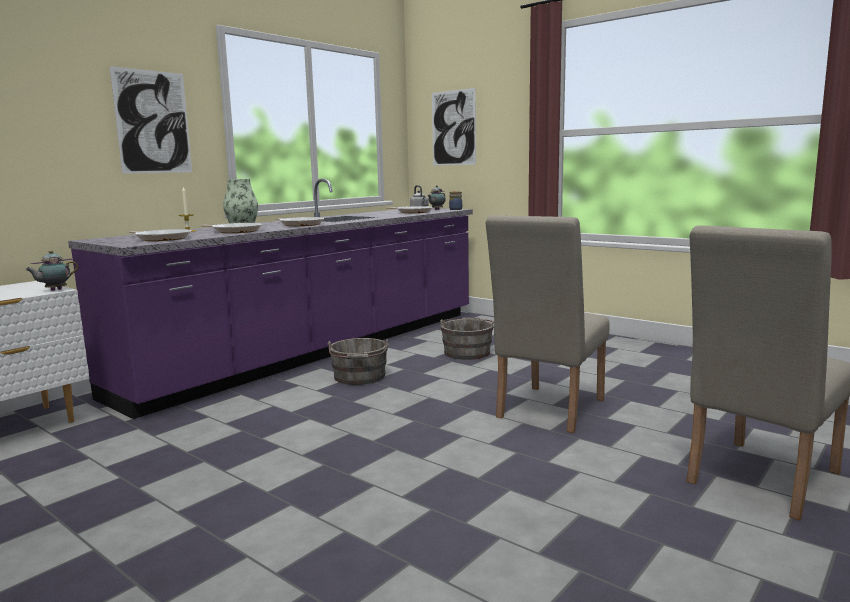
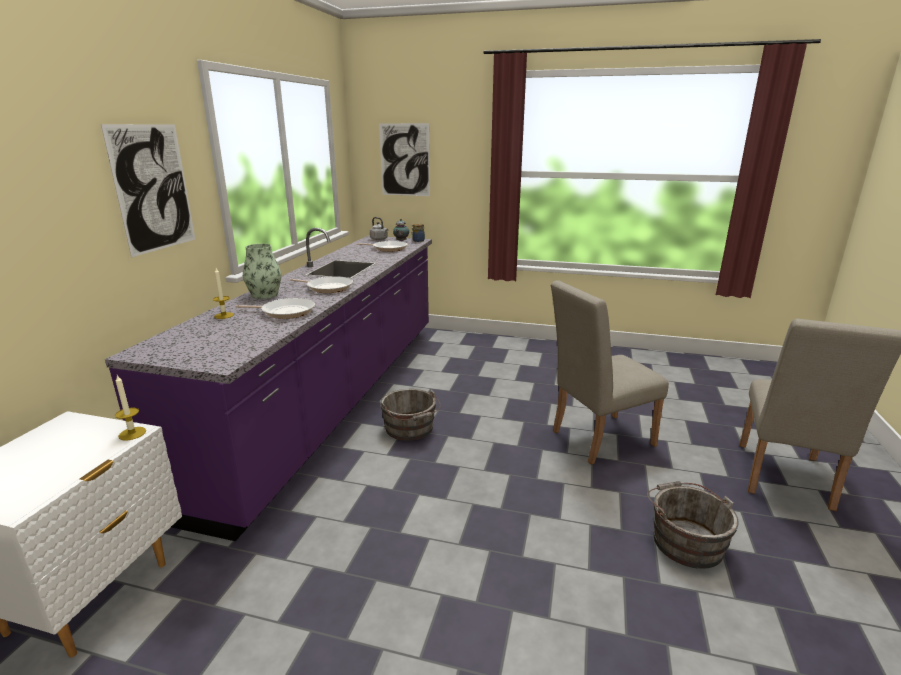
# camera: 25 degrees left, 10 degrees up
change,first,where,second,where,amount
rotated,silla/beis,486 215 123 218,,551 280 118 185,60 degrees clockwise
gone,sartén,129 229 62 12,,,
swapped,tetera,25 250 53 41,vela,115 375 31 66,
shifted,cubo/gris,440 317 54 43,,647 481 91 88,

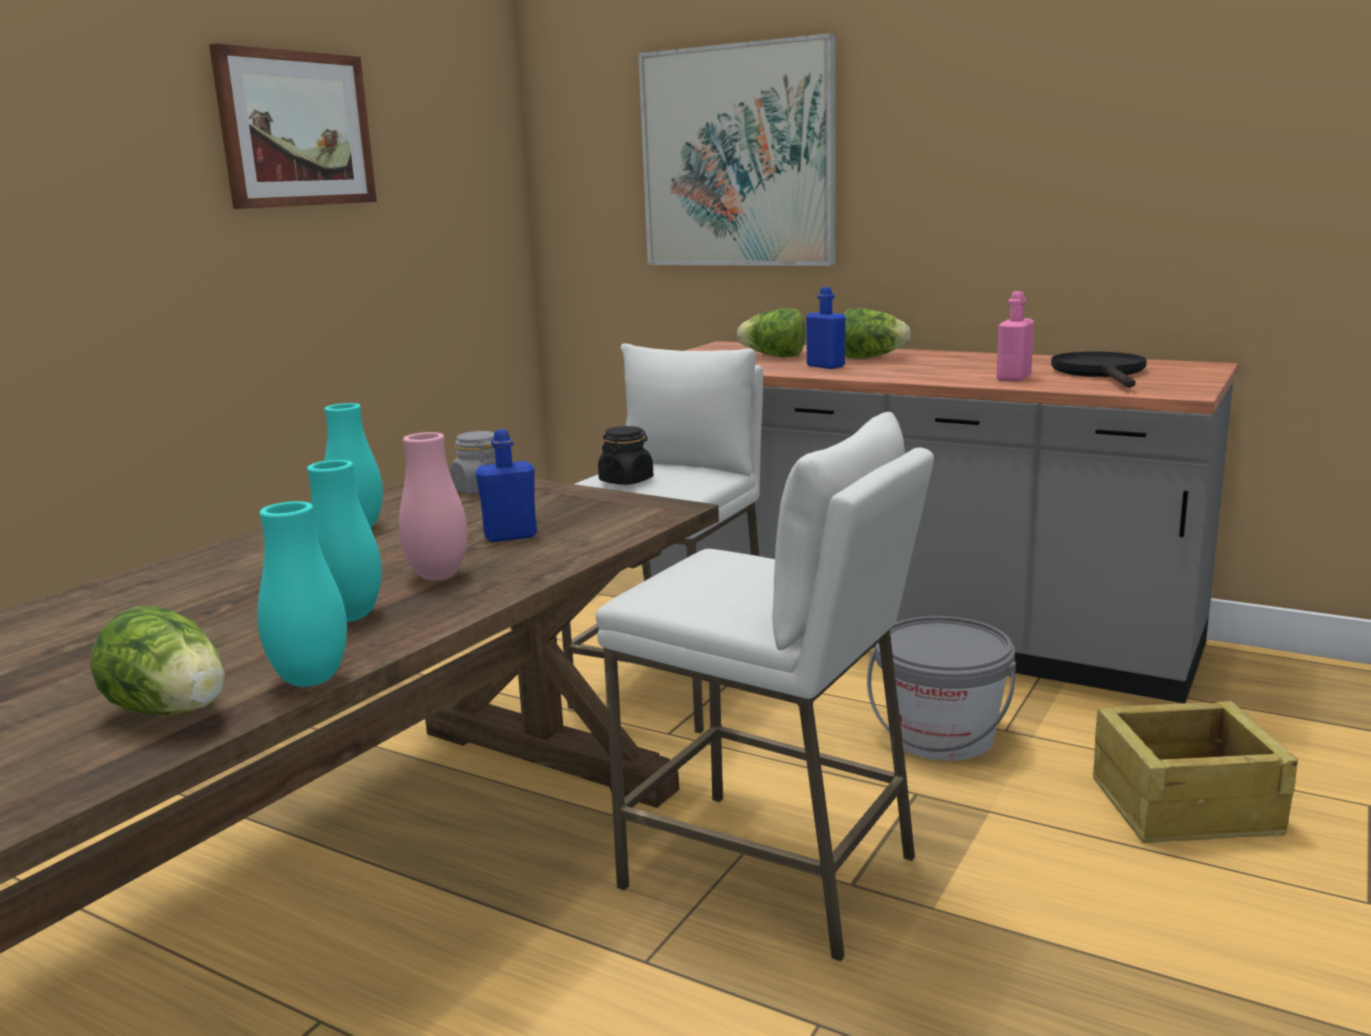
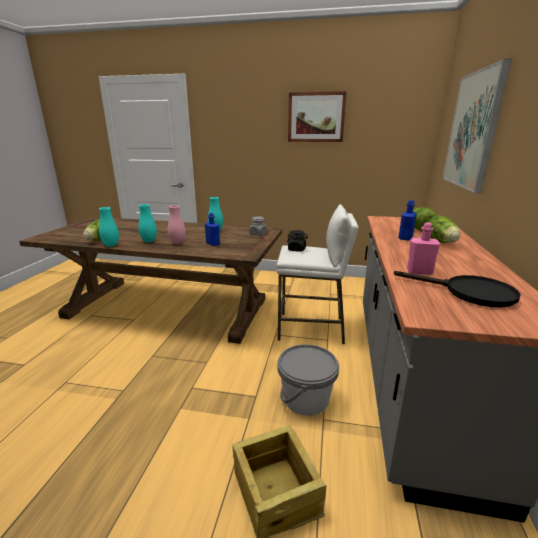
# camera: 70 degrees right, 5 degrees up
change,first,where,second,where,amount
rotated,sartén/negro,1051 352 96 36,,394 271 127 36,45 degrees clockwise
gone,taburete/blanco,596 412 338 549,,,

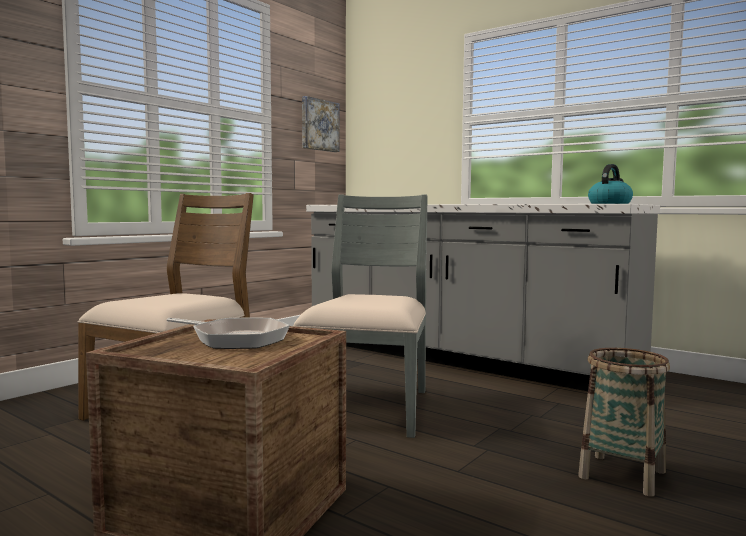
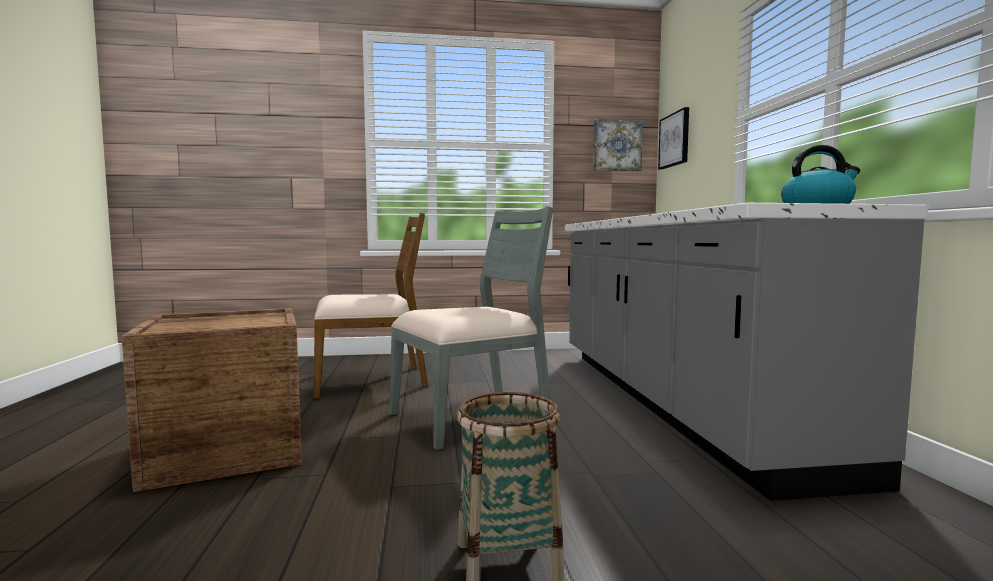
# camera: 45 degrees right, 0 degrees up
change,first,where,second,where,amount
gone,sartén,167 318 123 31,,,
new,,,cuadro,658 107 31 62,

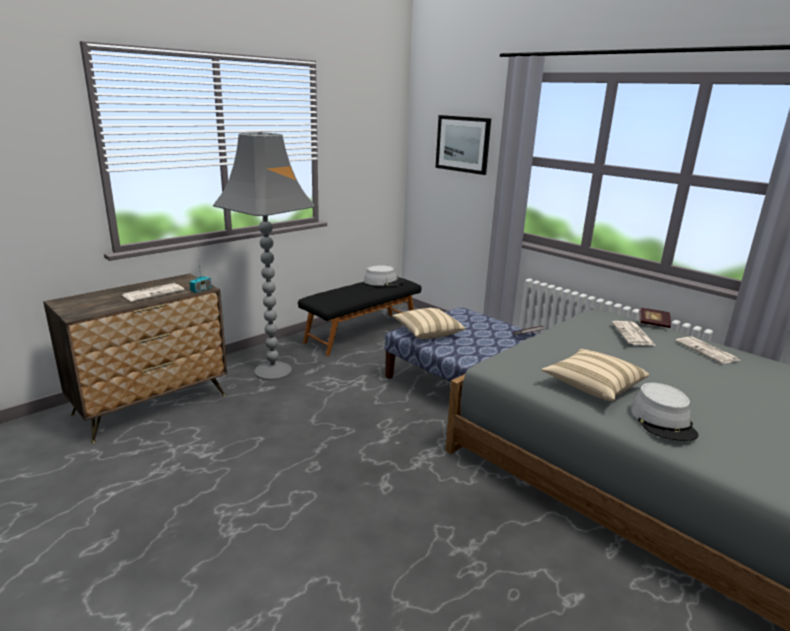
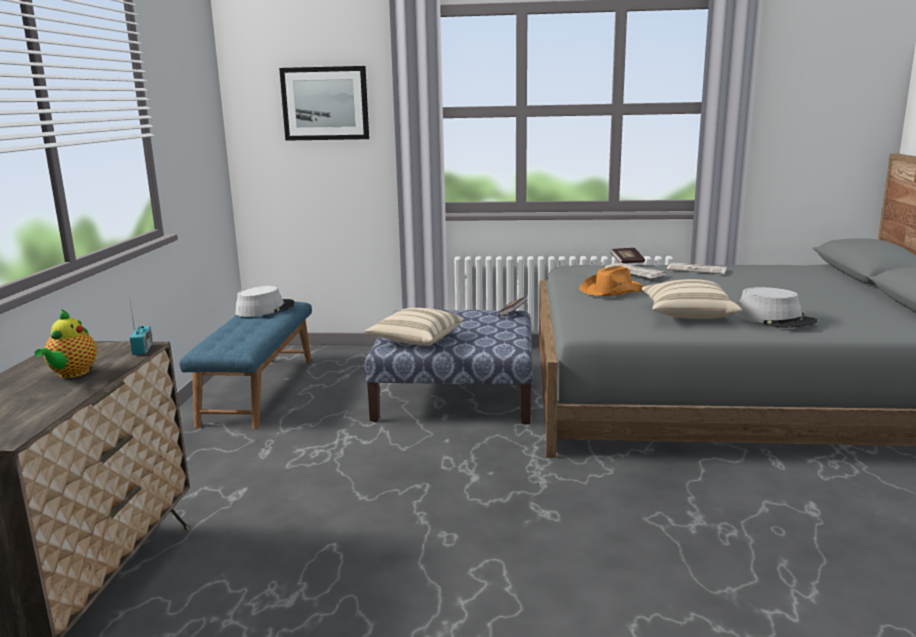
# camera: 40 degrees left, 5 degrees down
change,first,where,second,where,amount
gone,lámpara de pie/gris,213 132 101 248,,,
repainted,banco/negro,298 277 123 79,banco/azul,179 301 133 128,
swapped,periódico,122 283 63 19,tetera,35 309 62 69,
new,,,sombrero/naranja,579 265 65 31,

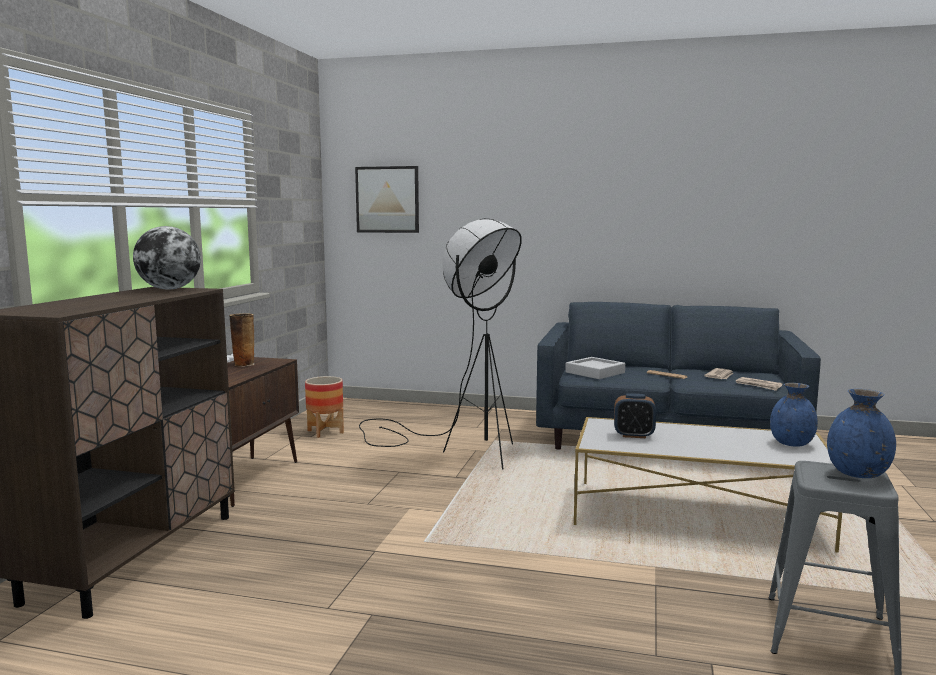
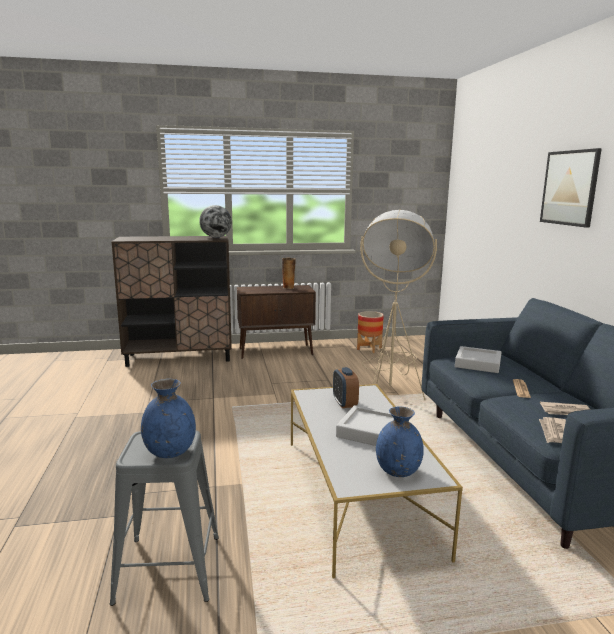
# camera: 65 degrees right, 5 degrees up
change,first,where,second,where,amount
shifted,cuadro,355 166 64 67,,540 148 62 80,
repainted,lámpara de pie/negro,359 219 163 250,lámpara de pie/beis,360 209 77 191,
new,,,bandeja/gris,336 405 58 41,

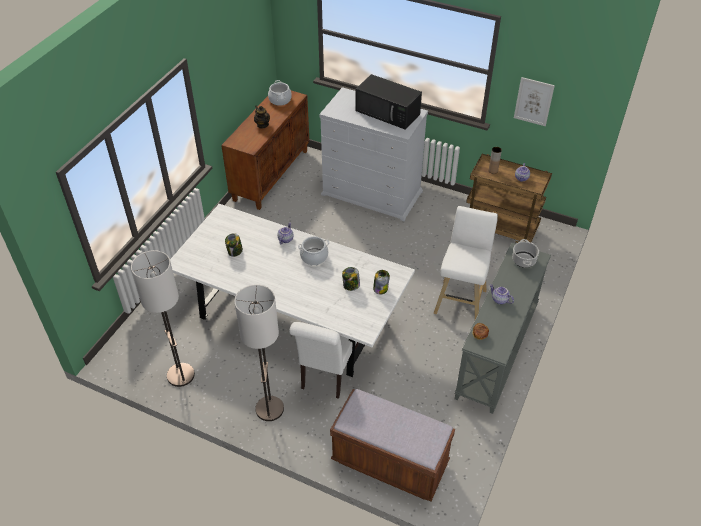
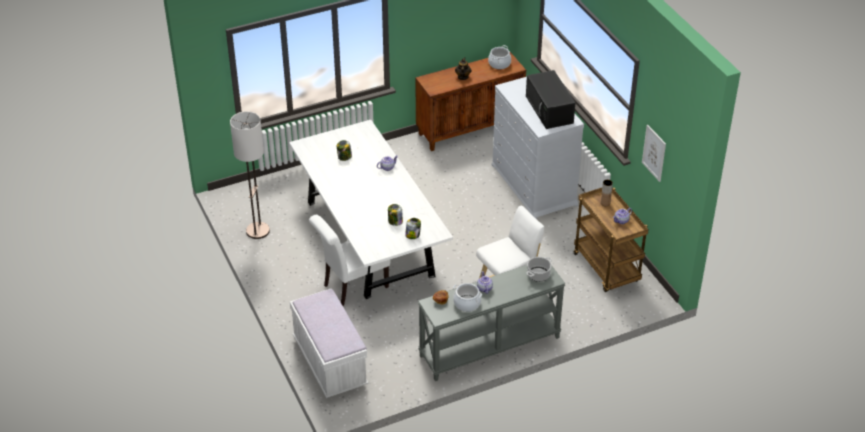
# camera: 40 degrees right, 5 degrees down
change,first,where,second,where,amount
shifted,olla,298 236 31 29,,453 283 29 29,
gone,lámpara de pie,234 284 50 137,,,
repainted,banco/marrón,330 389 125 113,banco/blanco,290 289 78 109,

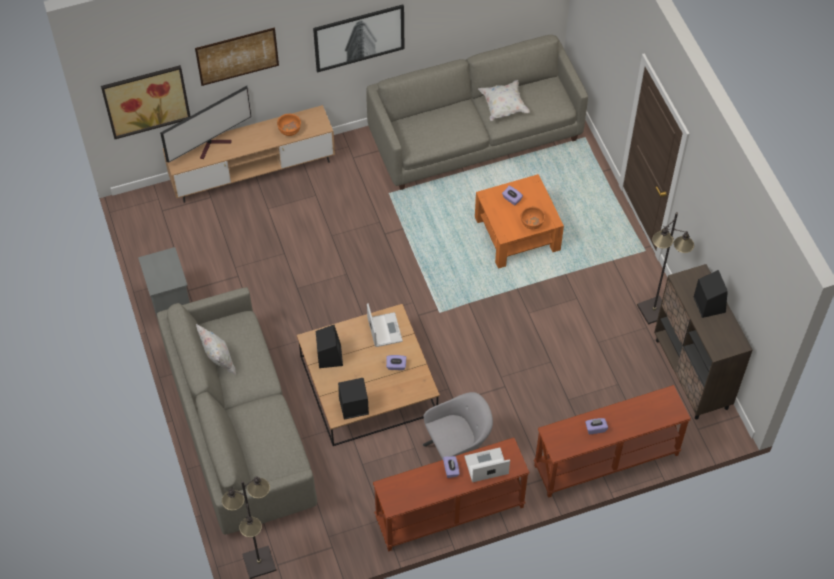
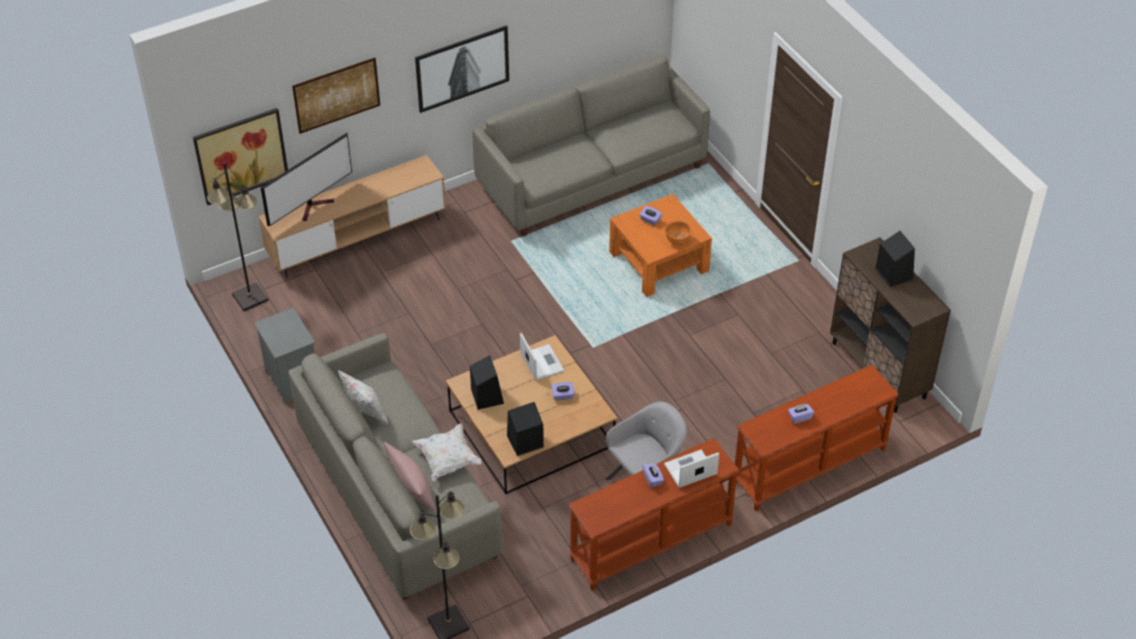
# camera: 10 degrees left, 10 degrees down
change,first,where,second,where,amount
shifted,cojín/blanco,478 80 52 41,,412 424 70 57,
gone,cuenco/naranja,277 114 24 22,,,
shifted,lámpara de pie/negro,637 212 57 113,,207 162 61 149,
new,,,cojín/rosa,384 442 52 71,

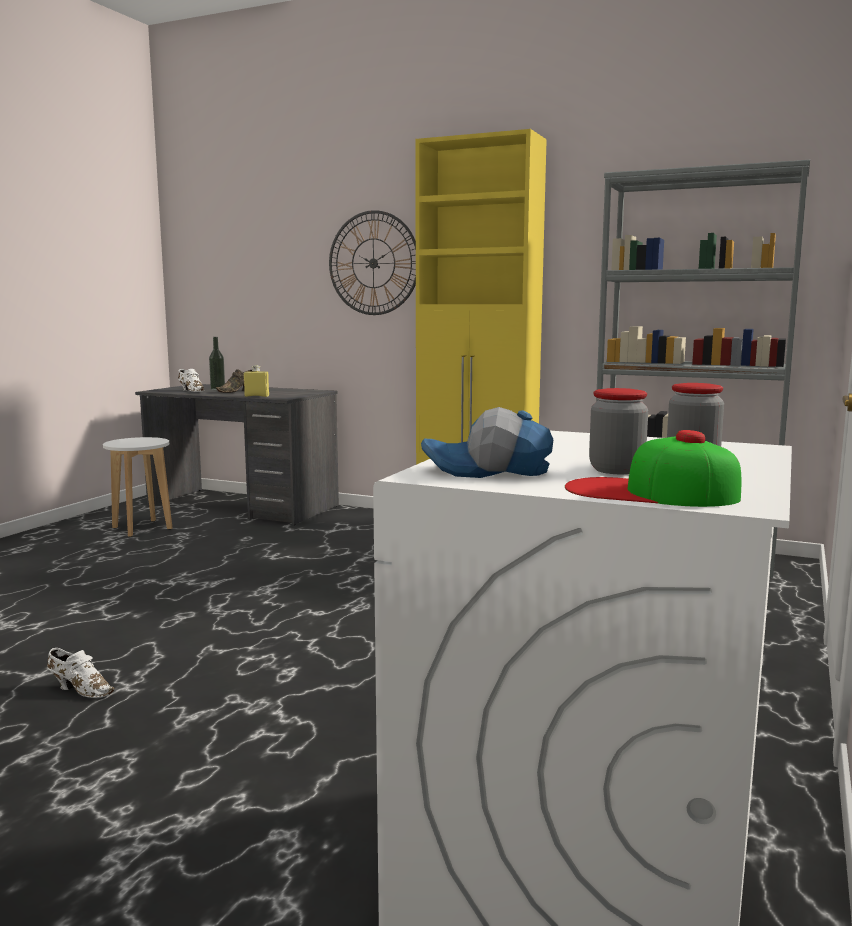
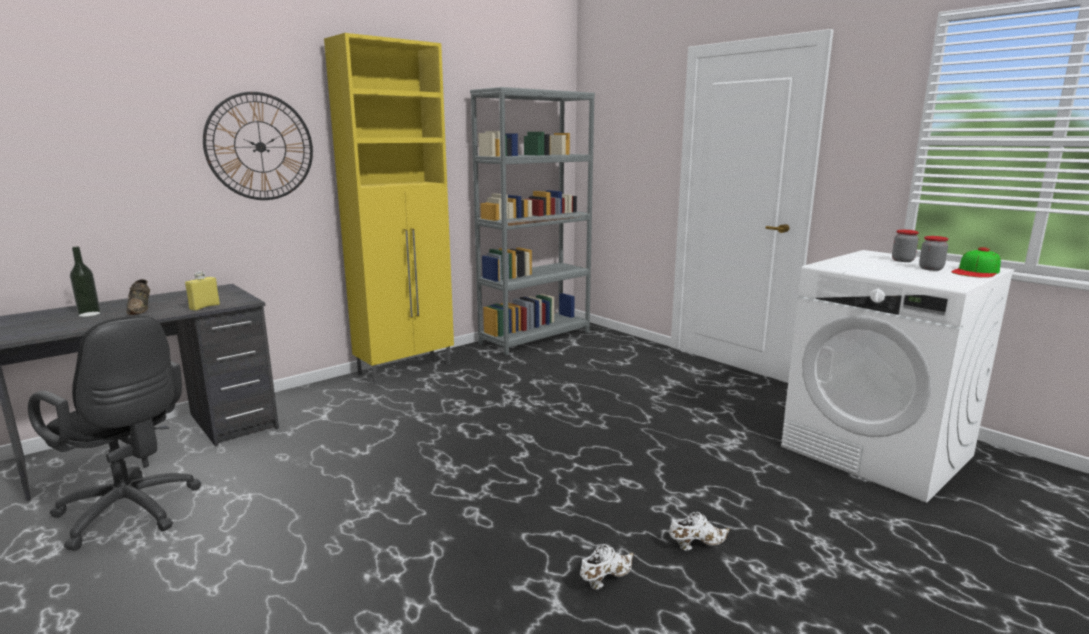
# camera: 65 degrees left, 5 degrees up
change,first,where,second,where,amount
shifted,zapato/blanco,178 369 26 23,,669 512 61 38,
gone,gorra,421 407 132 71,,,
swapped,taburete/blanco,103 437 70 100,silla de oficina/negro,28 316 173 234,

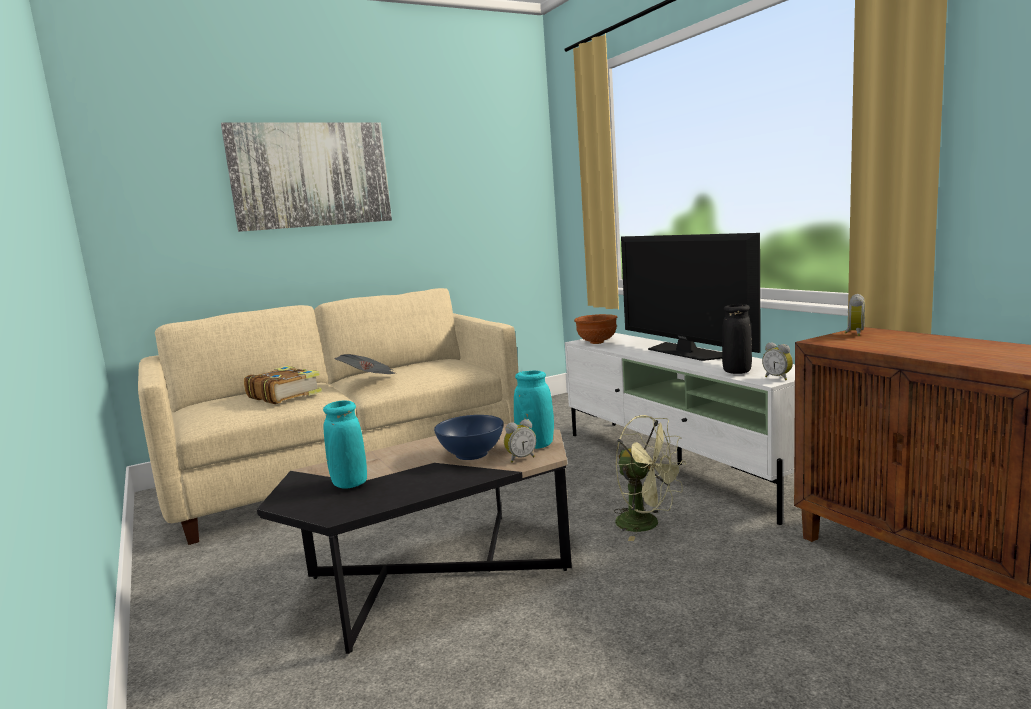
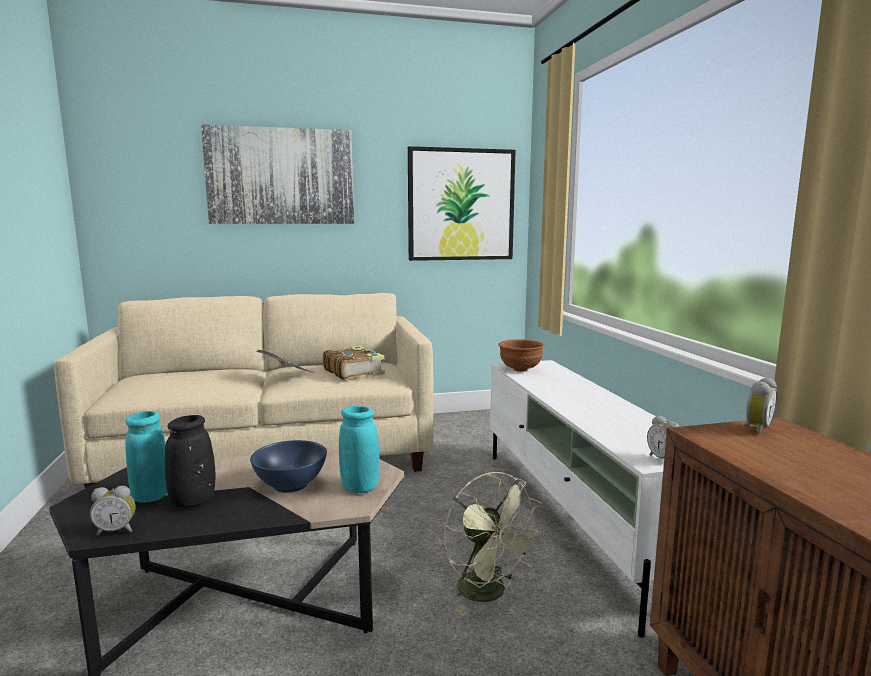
# camera: 15 degrees right, 0 degrees up
change,first,where,second,where,amount
gone,televisor,621 233 140 128,,,
shifted,florero/negro,722 304 30 70,,165 415 51 93,
shifted,libro,244 366 78 38,,323 346 62 34,
shifted,despertador,504 419 32 44,,90 486 46 50,
new,,,cuadro,408 146 108 115,

